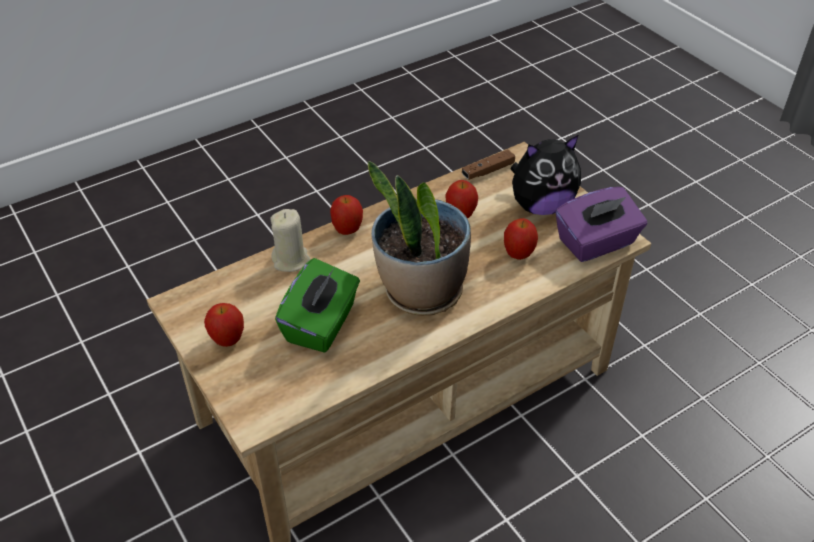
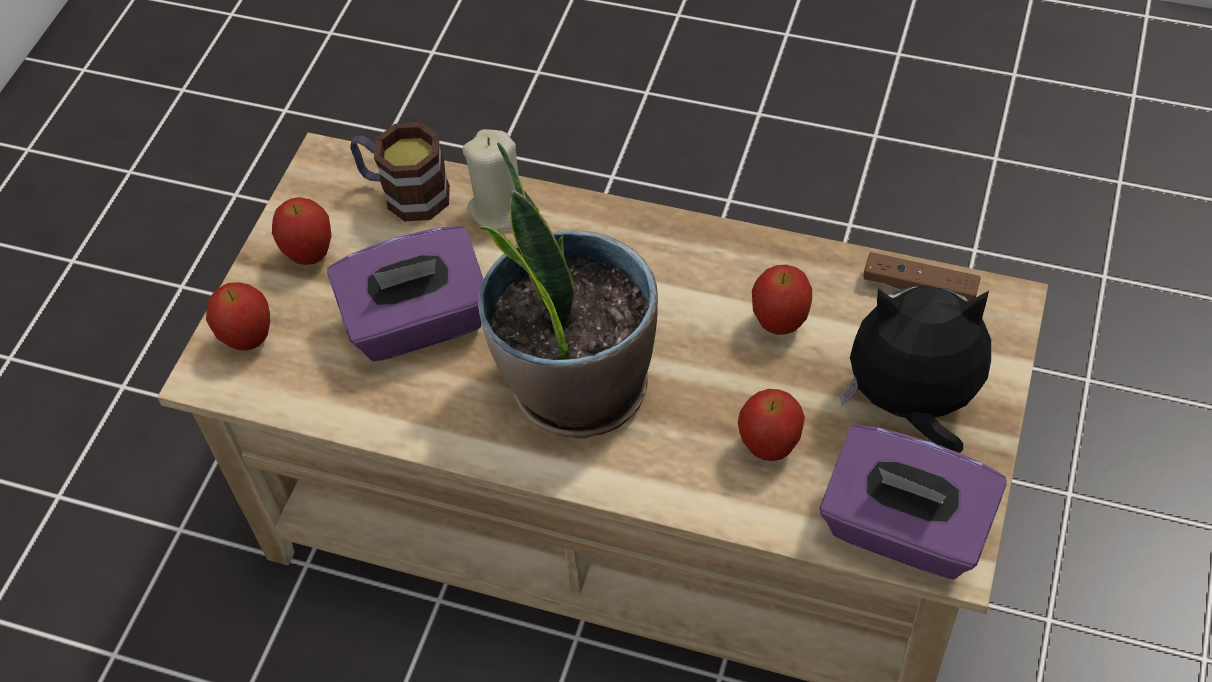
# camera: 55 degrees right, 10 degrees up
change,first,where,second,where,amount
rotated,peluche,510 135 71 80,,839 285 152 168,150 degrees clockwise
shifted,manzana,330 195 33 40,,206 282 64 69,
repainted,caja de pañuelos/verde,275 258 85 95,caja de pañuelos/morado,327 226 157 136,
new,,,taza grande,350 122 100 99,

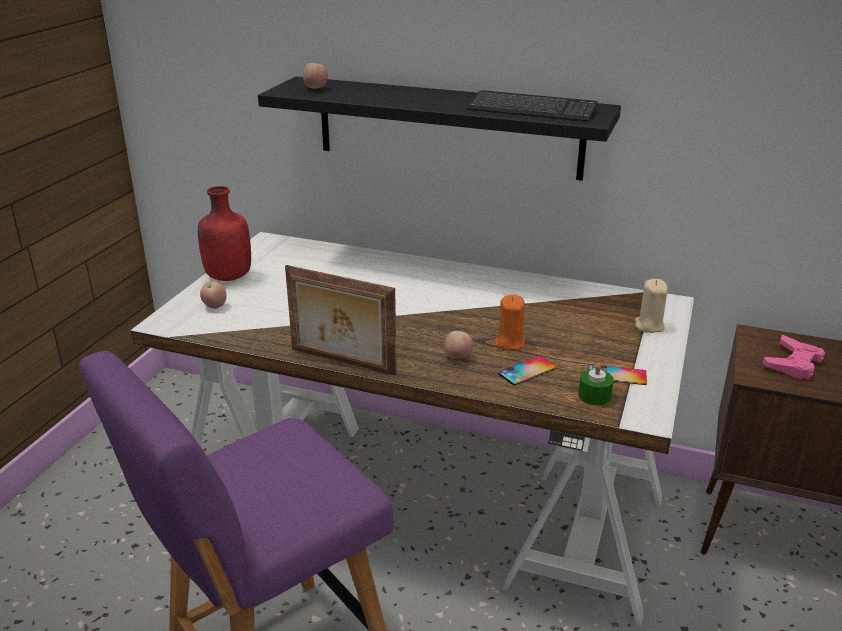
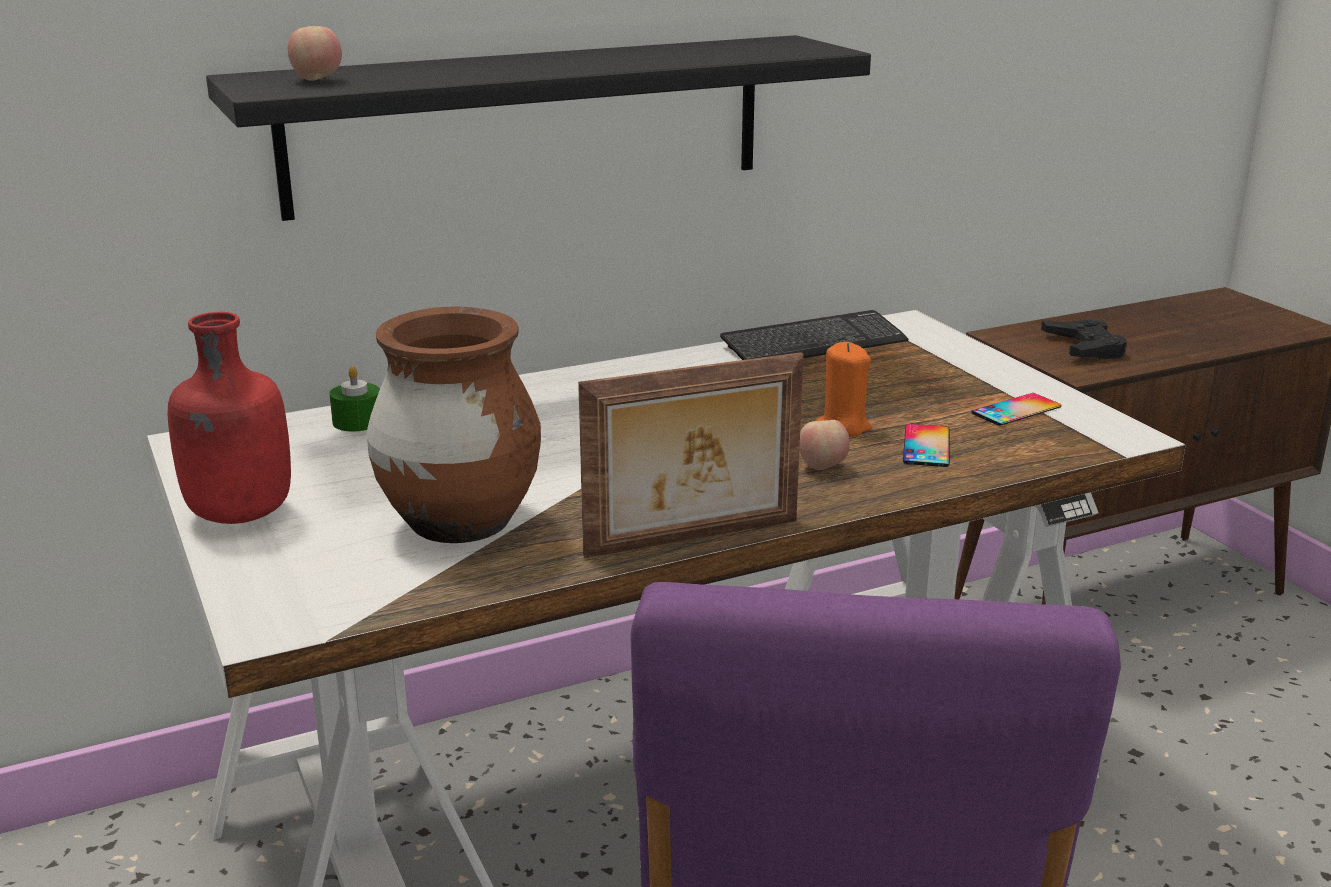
# camera: 45 degrees left, 5 degrees down
change,first,where,second,where,amount
shifted,teclado,467 90 131 32,,720 310 189 50,
gone,vela/beis,635 279 33 54,,,
gone,manzana,200 281 26 28,,,
repainted,mando de consola/rosa,762 335 63 45,mando de consola/negro,1041 319 86 40,
shifted,vela/verde,578 363 36 43,,329 366 51 65,
new,,,florero/marrón,366 307 175 236,

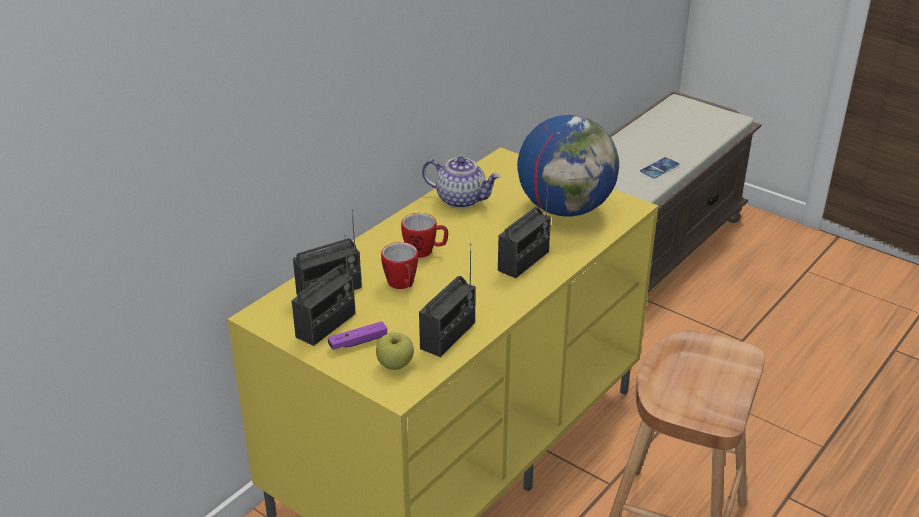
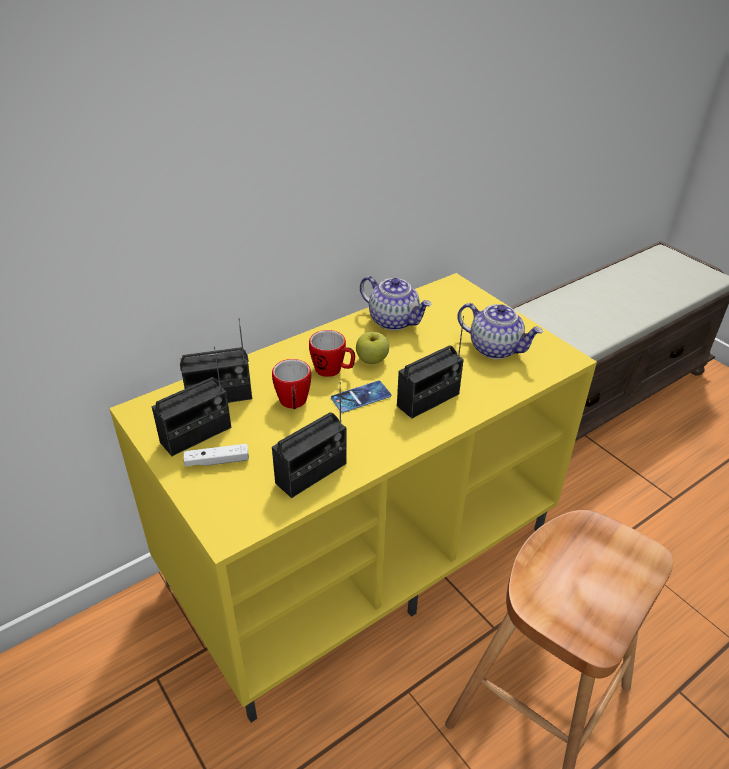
# camera: 15 degrees right, 5 degrees up
change,first,where,second,where,amount
swapped,globo terráqueo,517 115 102 102,tetera,457 303 86 56,
shifted,móvil,640 157 40 21,,331 380 60 33,
repainted,mando de consola/morado,328 321 59 29,mando de consola/blanco,183 444 66 23,
shifted,manzana,376 332 38 38,,356 332 33 32,

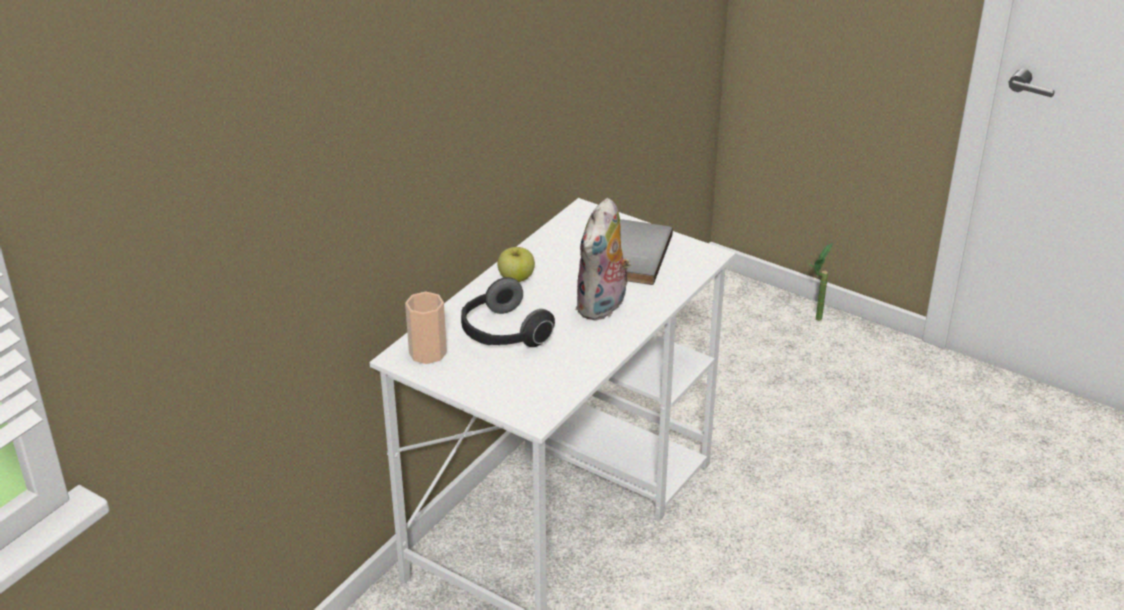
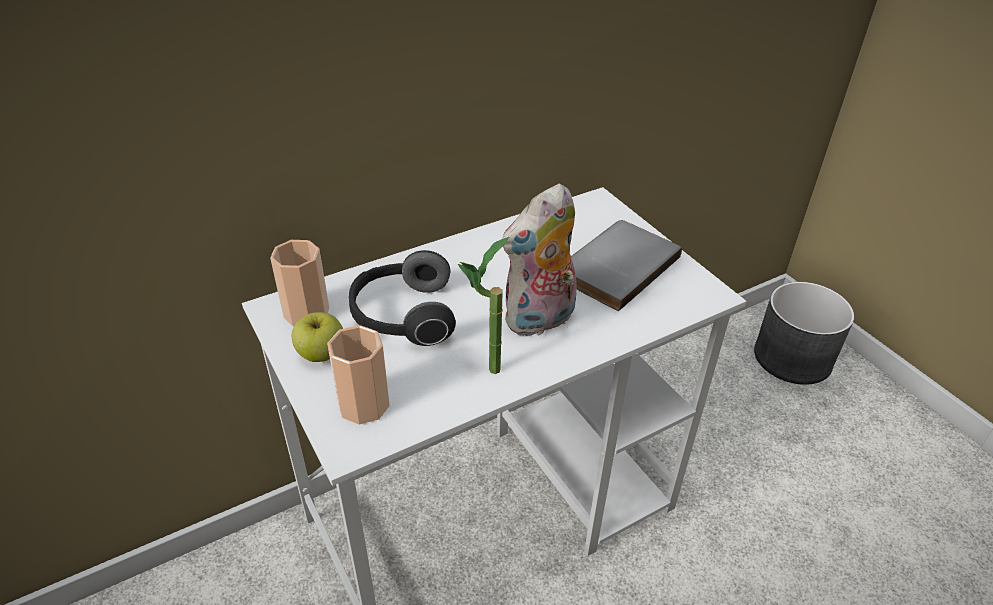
# camera: 25 degrees right, 5 degrees up
change,first,where,second,where,amount
shifted,planta en maceta,807 242 26 79,,458 237 51 137,
shifted,manzana,498 247 37 35,,292 312 51 50,
new,,,maceta/gris,754 282 100 103,
new,,,taza,327 325 63 99,

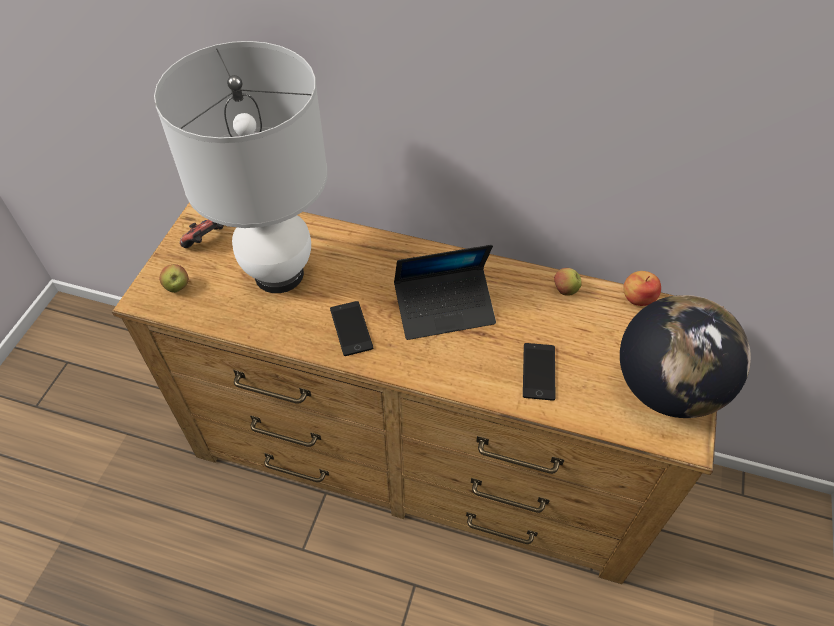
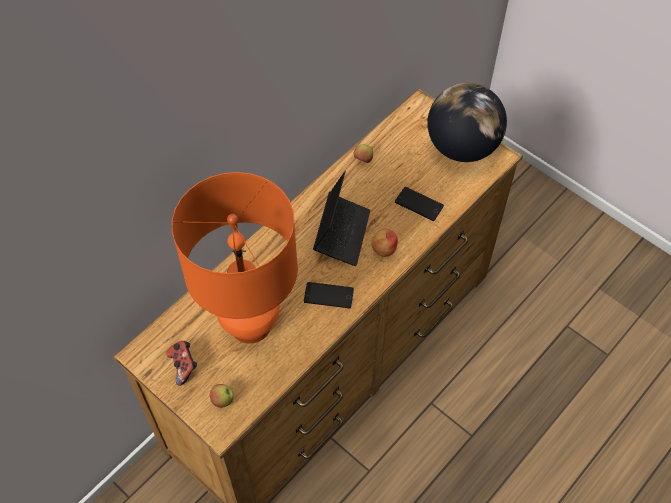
# camera: 65 degrees left, 5 degrees up
change,first,where,second,where,amount
repainted,lámpara de mesa/blanco,154 41 173 252,lámpara de mesa/naranja,172 172 126 171,
shifted,manzana,623 271 38 35,,371 229 27 28,

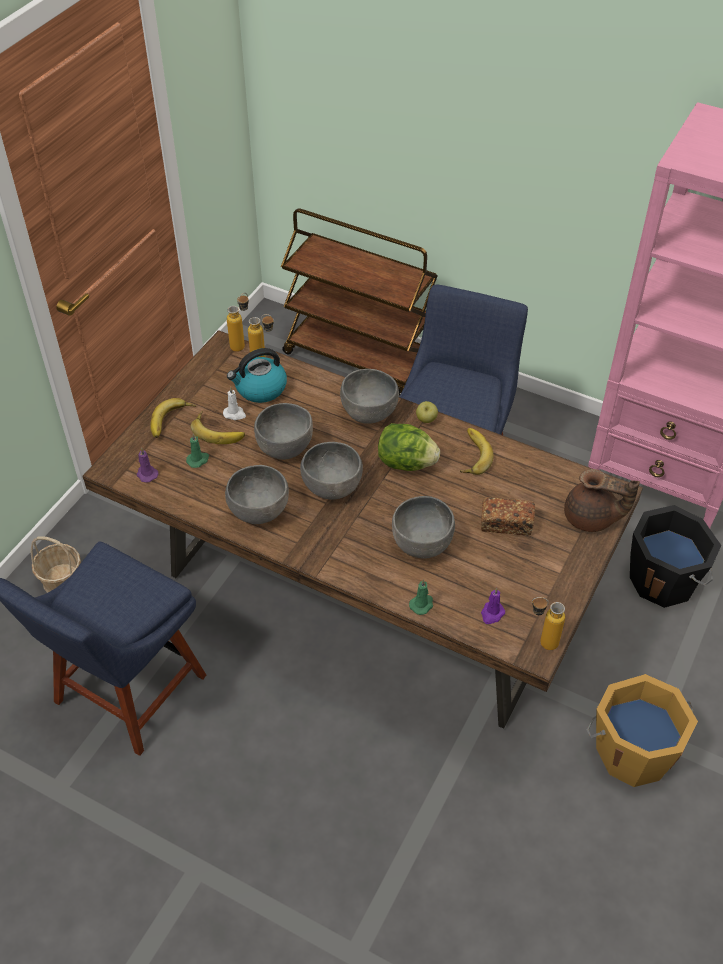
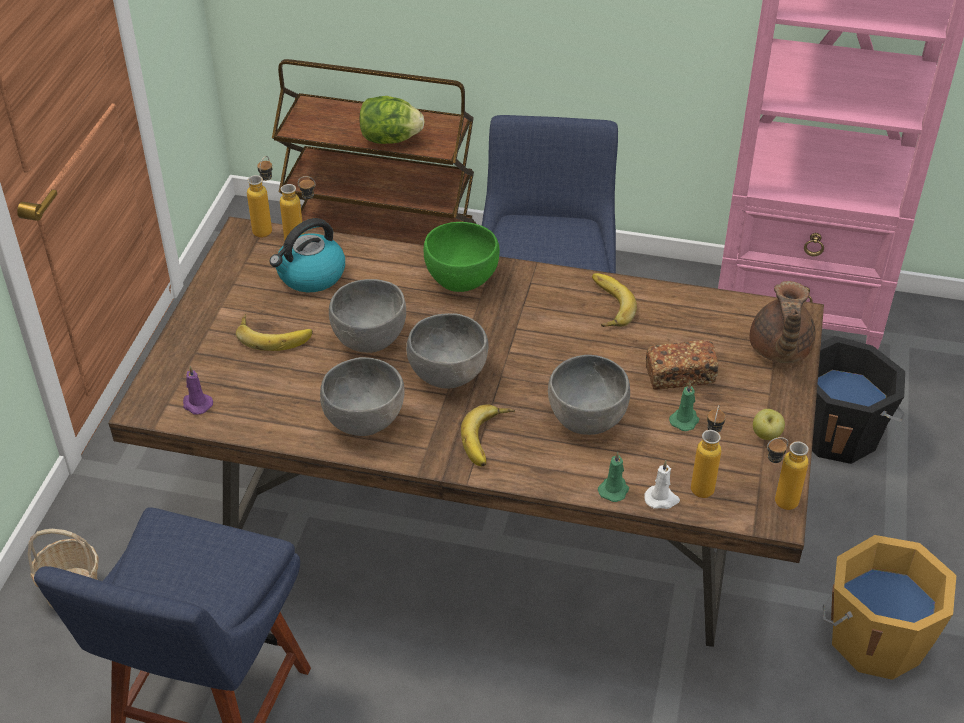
# camera: 15 degrees left, 5 degrees down
change,first,where,second,where,amount
repainted,cuenco/gris,340 369 59 55,cuenco/verde,424 222 75 70,
shifted,vela/blanco,223 387 23 33,,644 461 36 48,
shifted,plátano,150 398 46 40,,461 404 54 62,
shifted,manzana,416 401 22 22,,753 409 32 31,
shifted,lechuga,378 423 62 48,,360 96 65 48,
shifted,vela/verde,186 434 23 34,,669 383 30 48,
rotated,tetera/marrón,564 469 76 63,,749 281 67 82,90 degrees clockwise
swapped,vela/morado,481 588 24 36,botella,691 405 35 93,

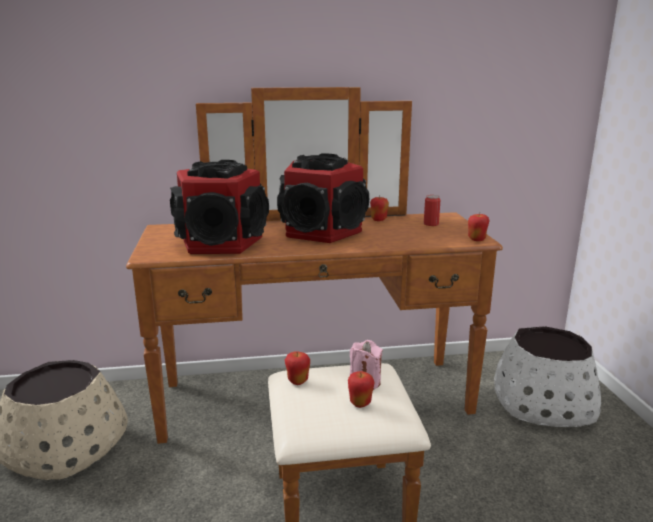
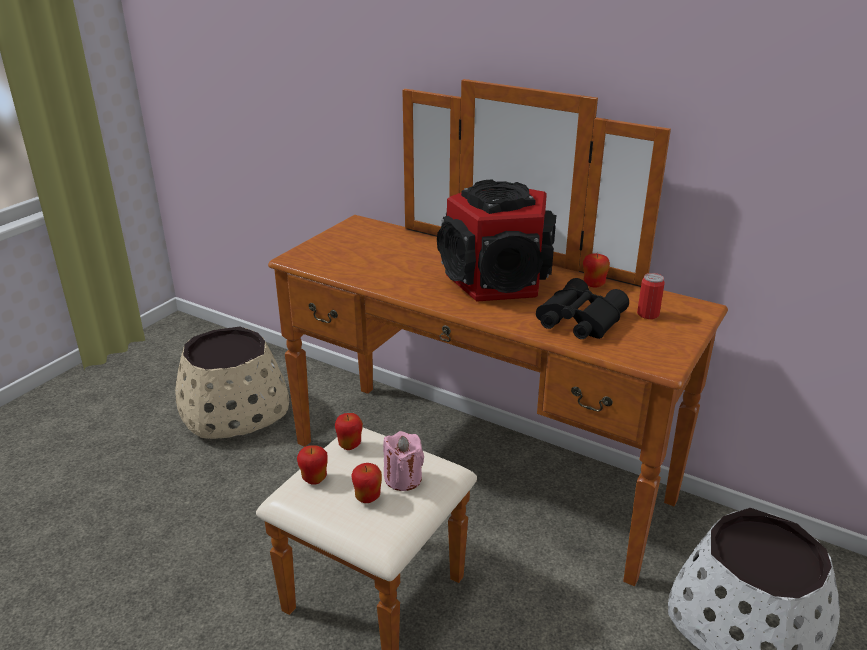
# camera: 40 degrees right, 10 degrees up
change,first,where,second,where,amount
gone,altavoz,170 160 99 94,,,
shifted,manzana,468 213 22 28,,297 445 31 40,
new,,,prismáticos/negro,536 278 93 61,

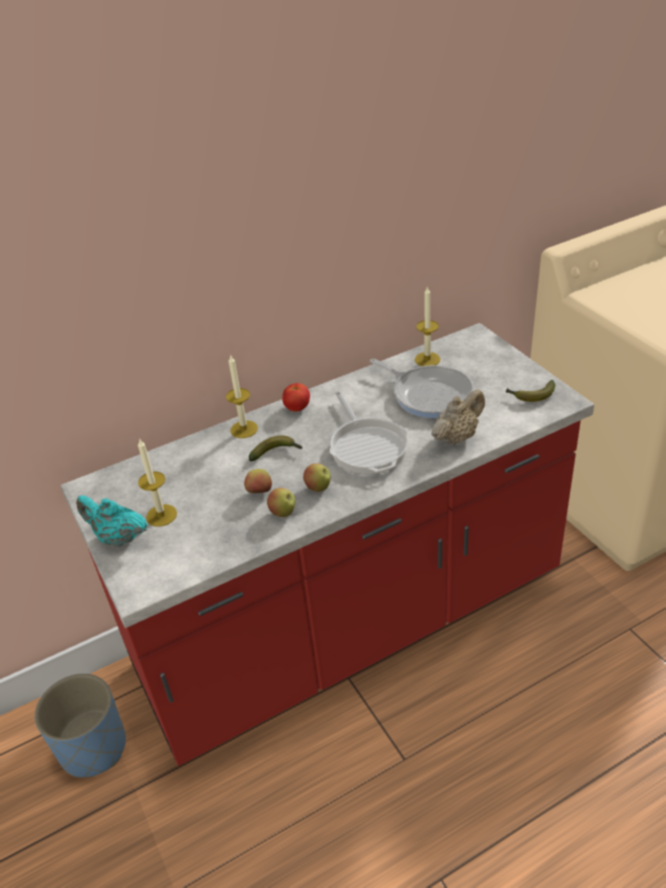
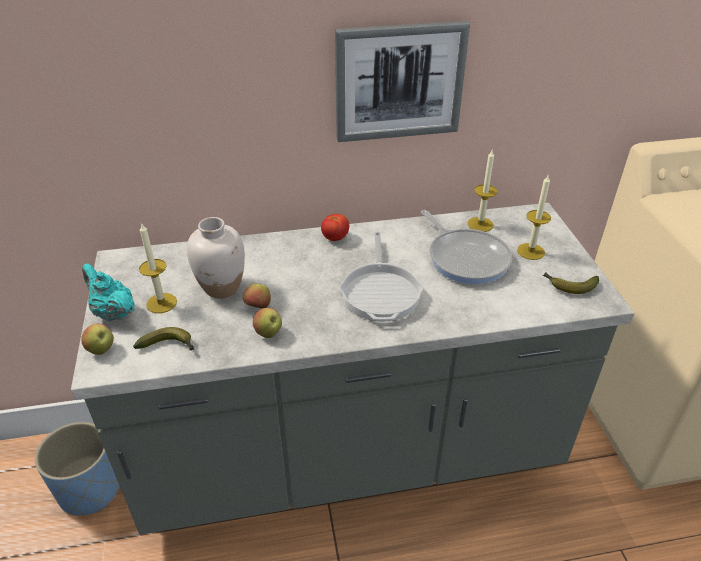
# camera: 15 degrees right, 0 degrees up
change,first,where,second,where,amount
repainted,mueble bajo de cocina/rojo,61 323 533 443,mueble bajo de cocina/gris,71 203 564 332,
shifted,vela,226 354 32 84,,517 175 34 85,
gone,tetera/beis,432 389 53 56,,,
shifted,plátano,249 436 53 26,,133 327 61 23,
shifted,manzana,303 463 28 29,,81 324 33 31,
new,,,cuadro,335 21 135 121,
new,,,florero/blanco,187 217 58 81,

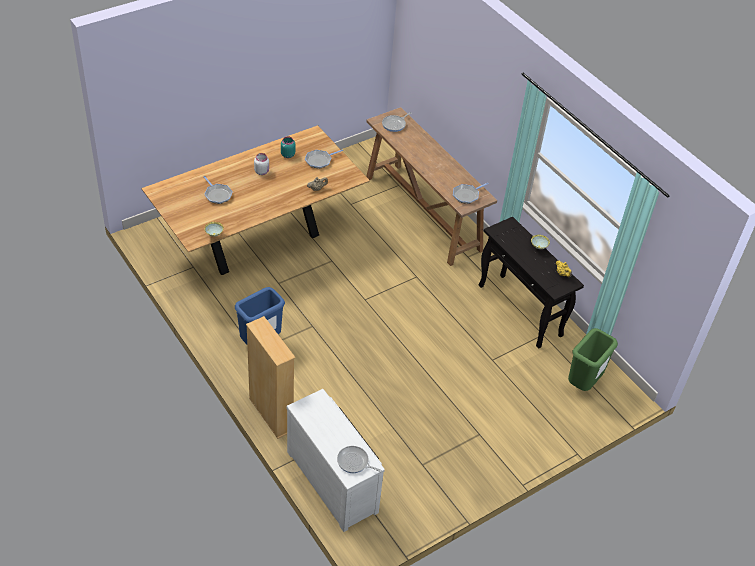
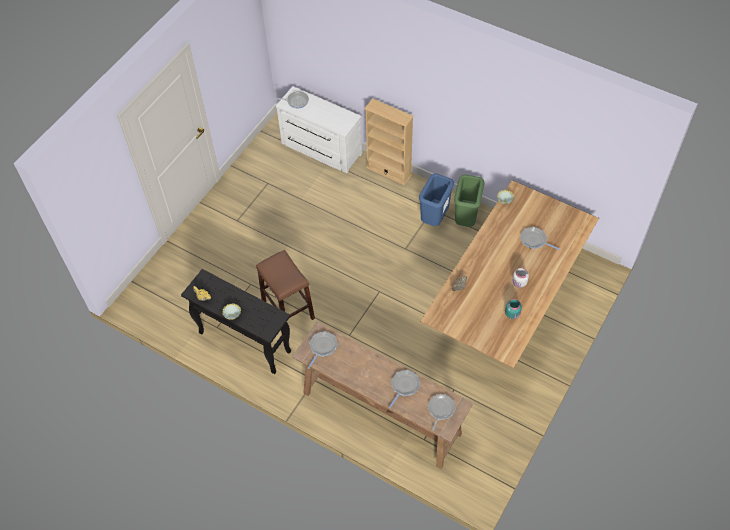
# camera: 160 degrees right, 10 degrees up
change,first,where,second,where,amount
shifted,sartén,305 149 38 20,,389 370 31 38,
shifted,papelera/verde,568 328 50 63,,454 175 31 52,
new,,,taburete/marrón,256 250 59 70,

